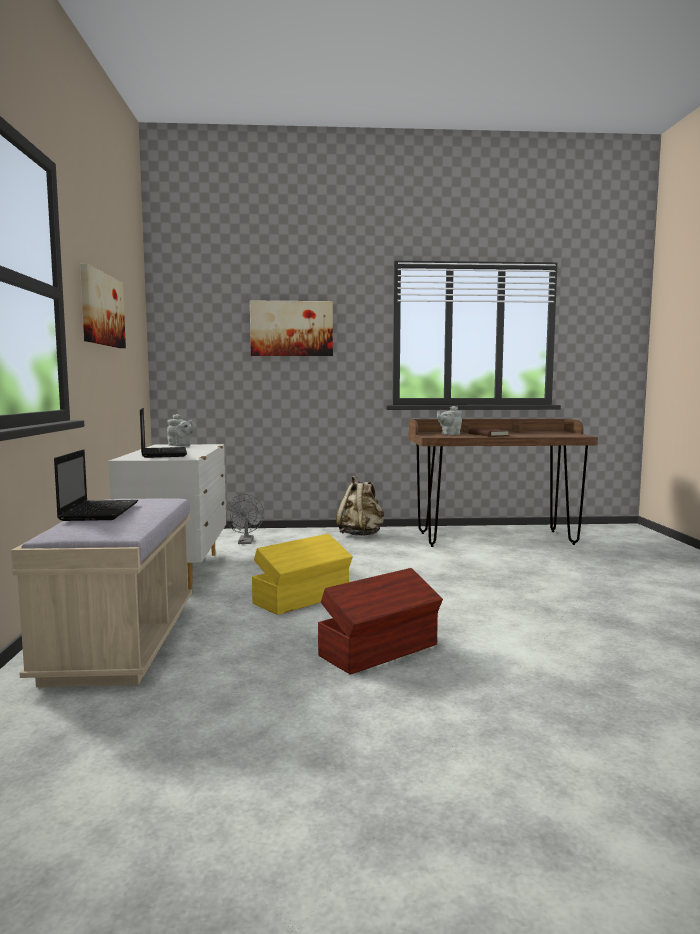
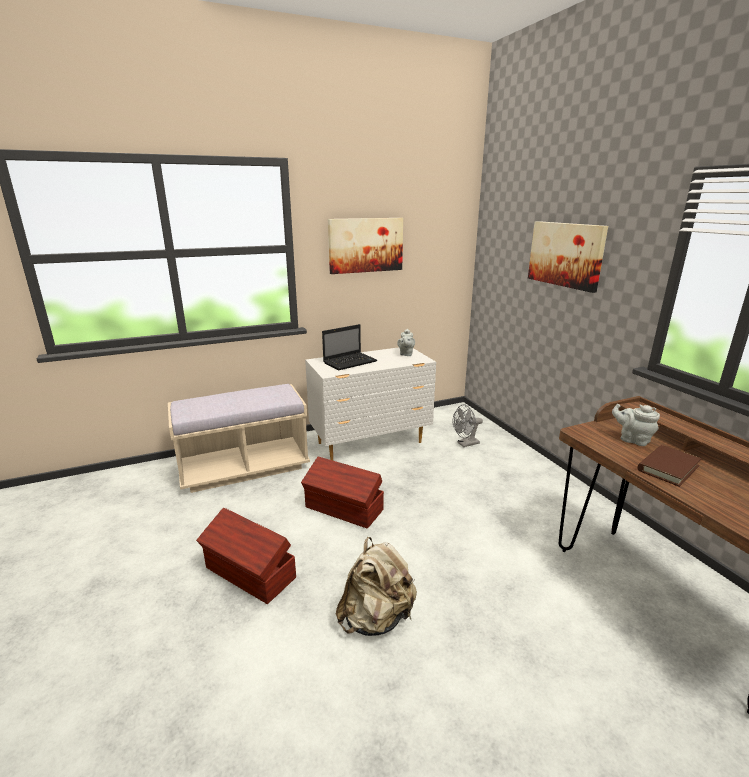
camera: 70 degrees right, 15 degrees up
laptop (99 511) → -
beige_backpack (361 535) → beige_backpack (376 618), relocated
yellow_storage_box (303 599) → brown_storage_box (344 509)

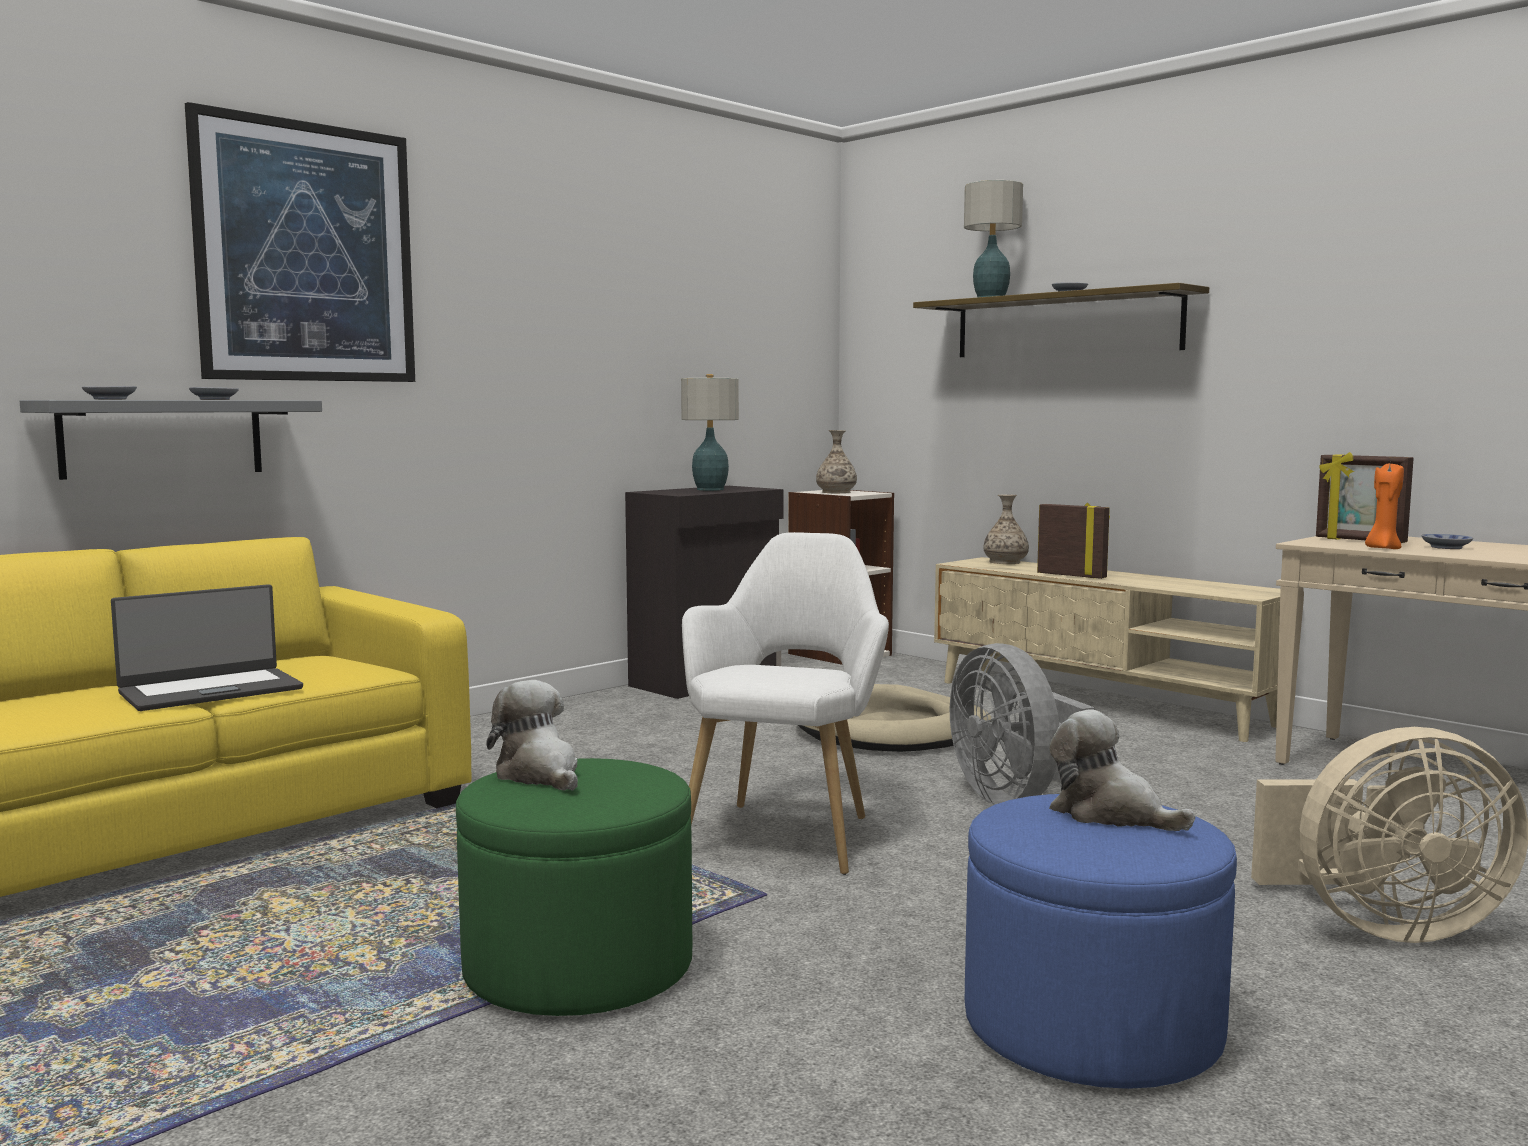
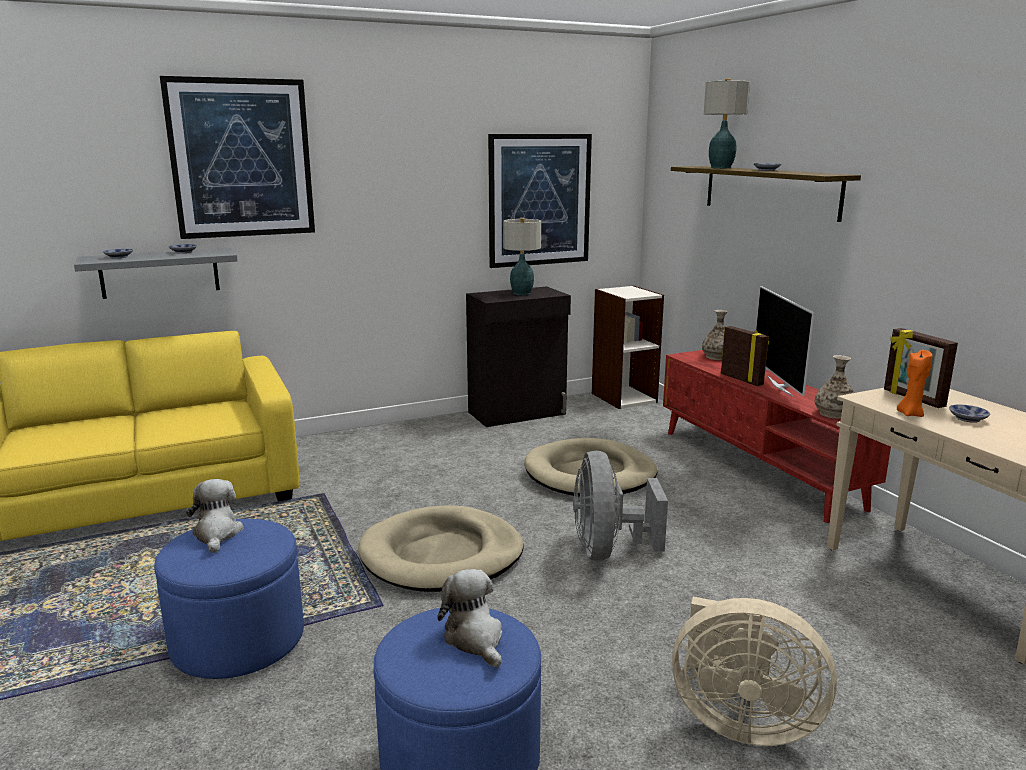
camera: 20 degrees right, 10 degrees up
laptop (210 690) → -
- → picture (539 200)
- → television (781 386)
vase (836 492) → vase (834 414), relocated
white_armchair (786 832) → beige_dog_bed (442 555)
green_ottoman (578 967) → blue_ottoman (238 640)
beige_tv_stand (1101 703) → red_tv_stand (758 468)

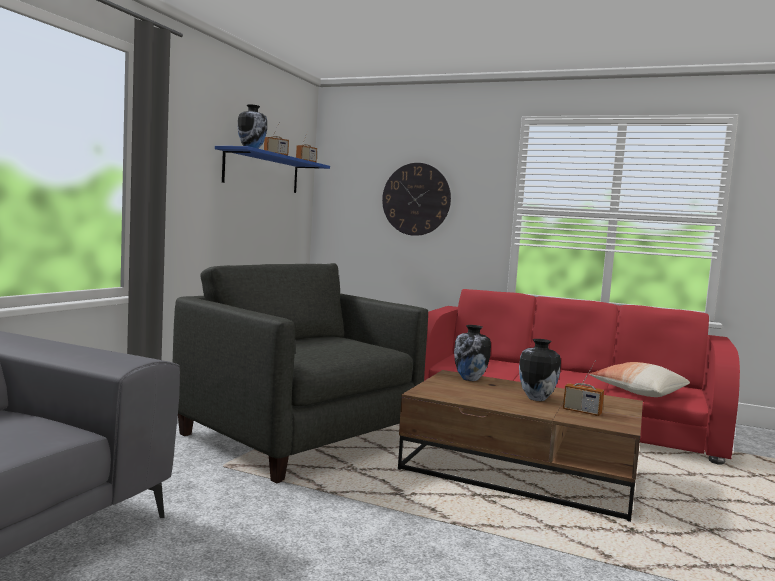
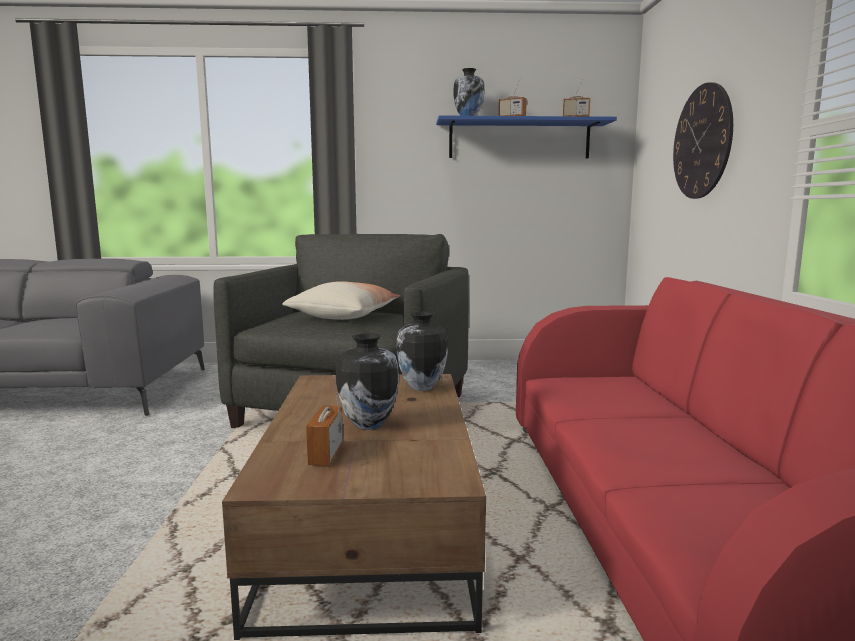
camera: 65 degrees right, 5 degrees up
pillow (638 392) → pillow (344 316), relocated

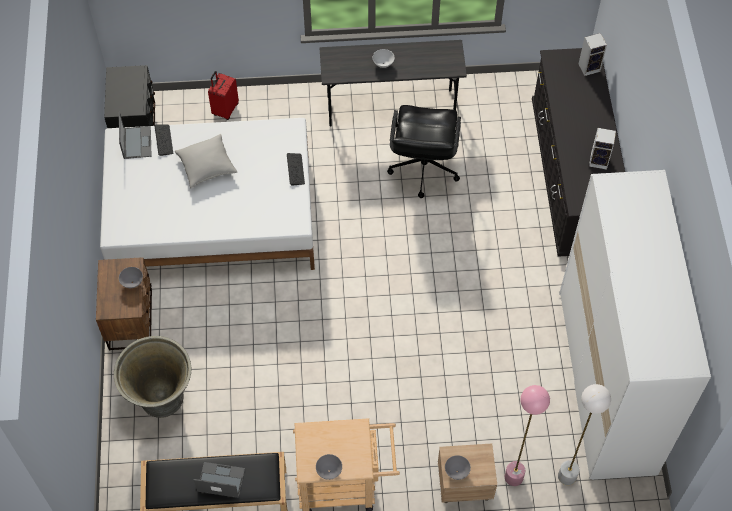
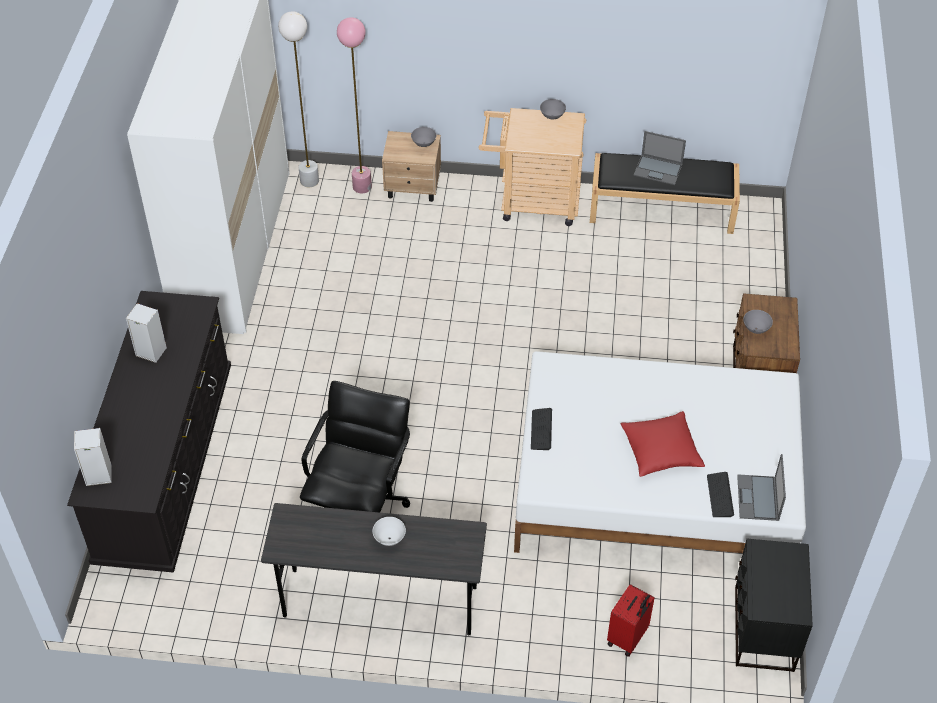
camera: 170 degrees left, 10 degrees down
grey_planter (161 399) → -
grey_pillow (206 166) → red_pillow (660 451)

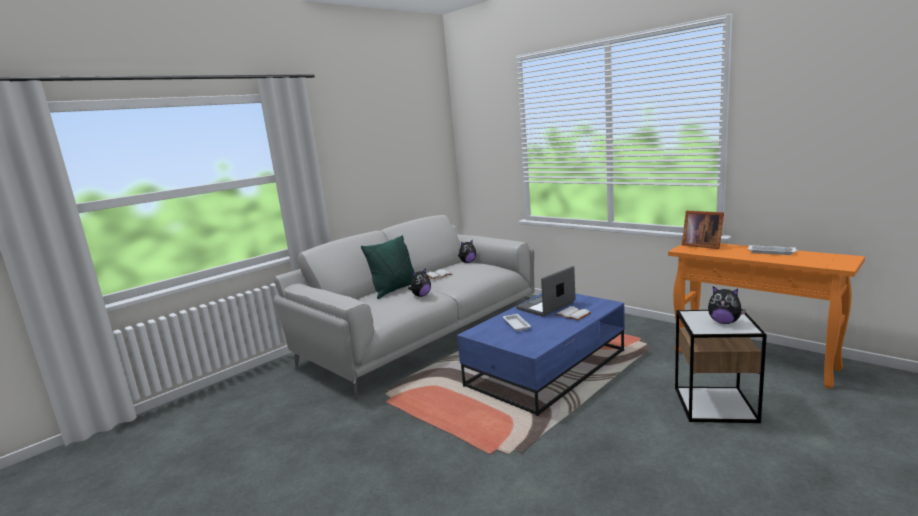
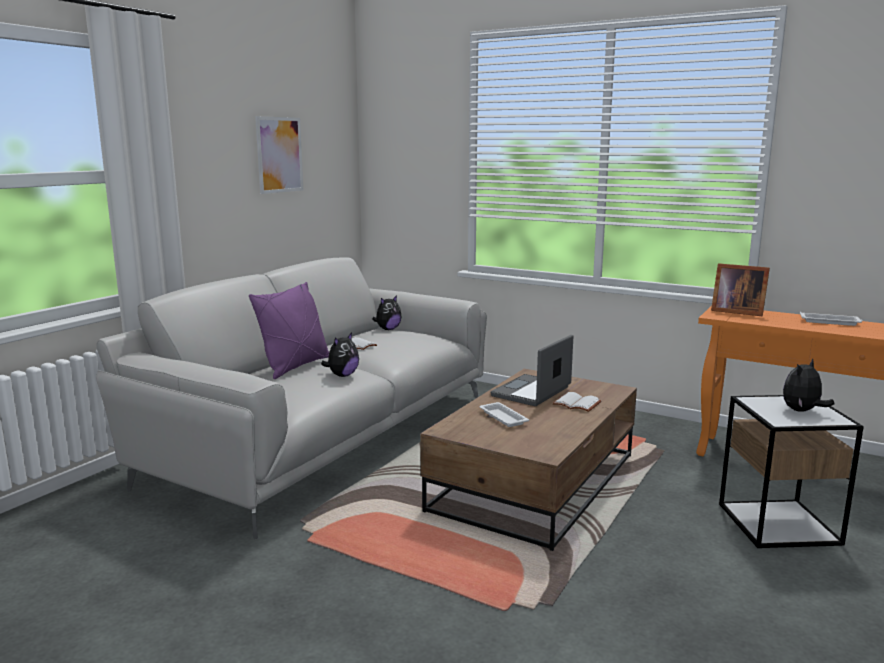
camera: 15 degrees left, 0 degrees up
- → picture (279 155)
green_pillow (395 290) → purple_pillow (295 366)
blue_coffee_table (546 368) → brown_coffee_table (535 481)
plush_toy (724 322) → plush_toy (802 411), 120 degrees clockwise

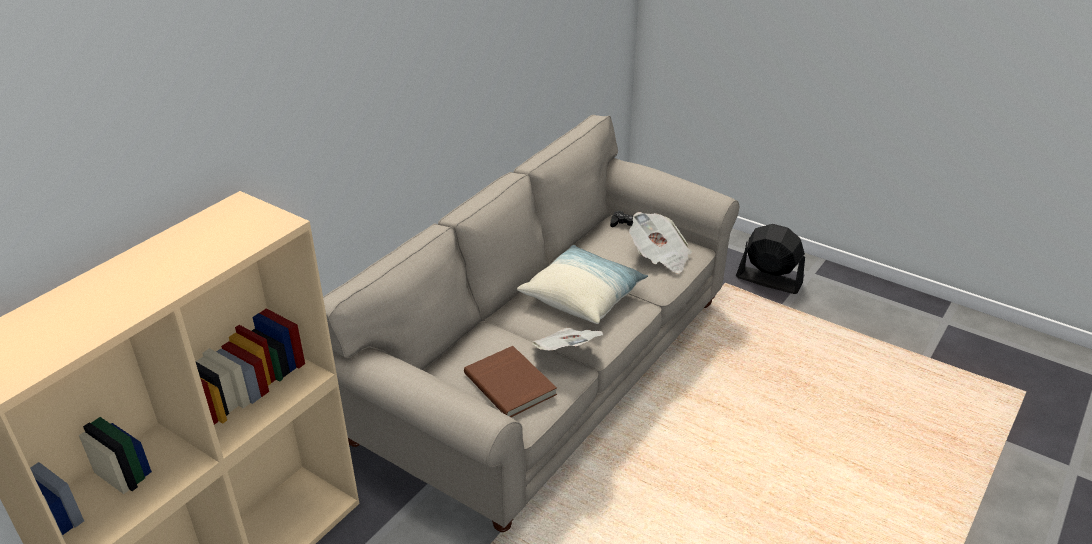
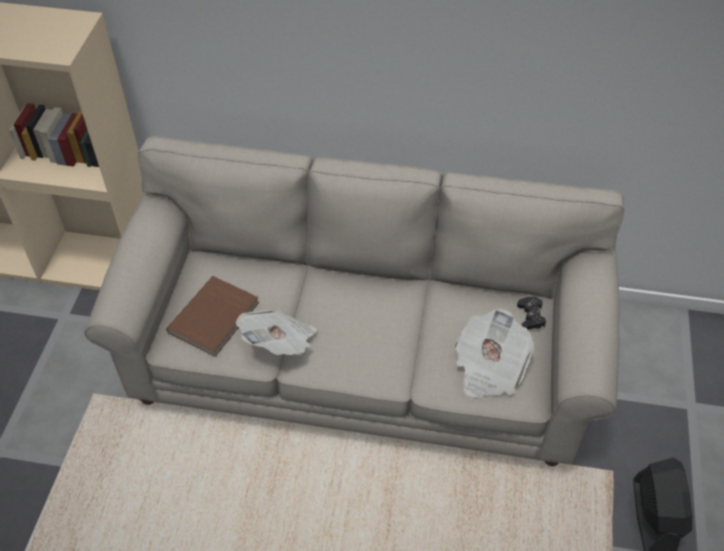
camera: 65 degrees right, 15 degrees up
pillow (582 297) → -

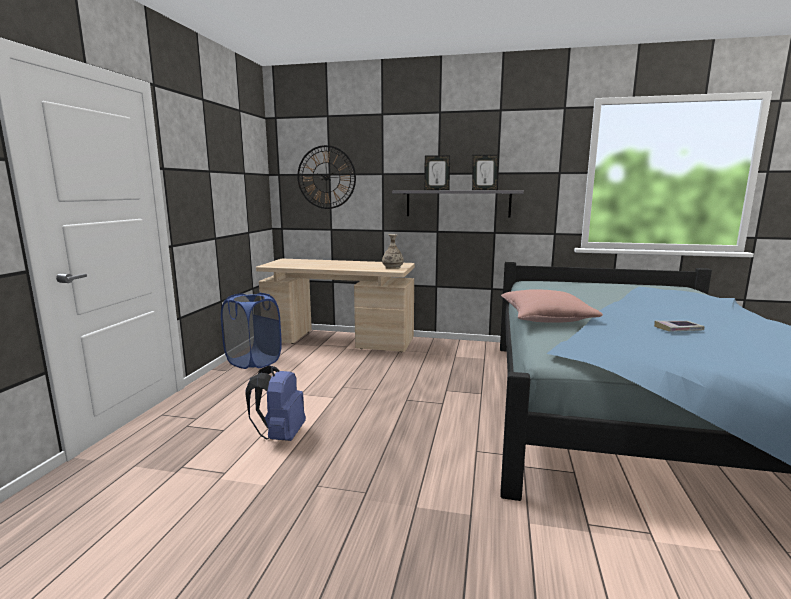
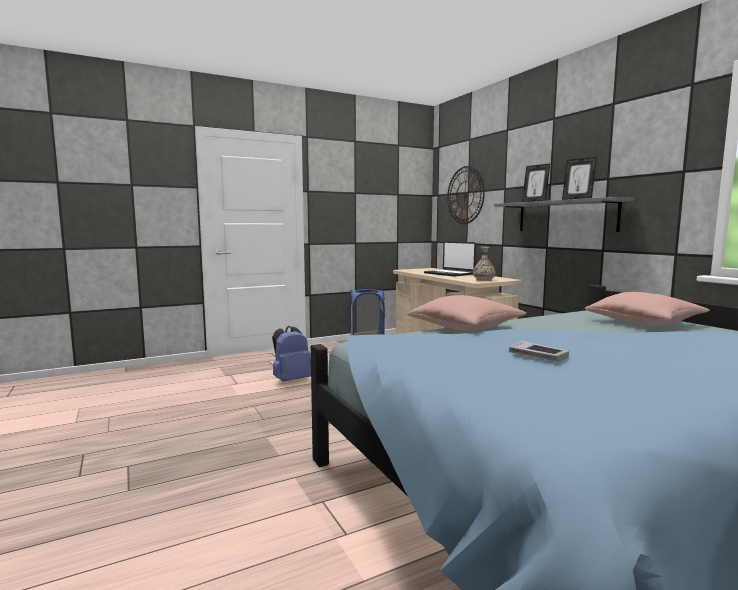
camera: 50 degrees right, 5 degrees down
- → laptop (449 274)
- → pink_pillow (644 322)

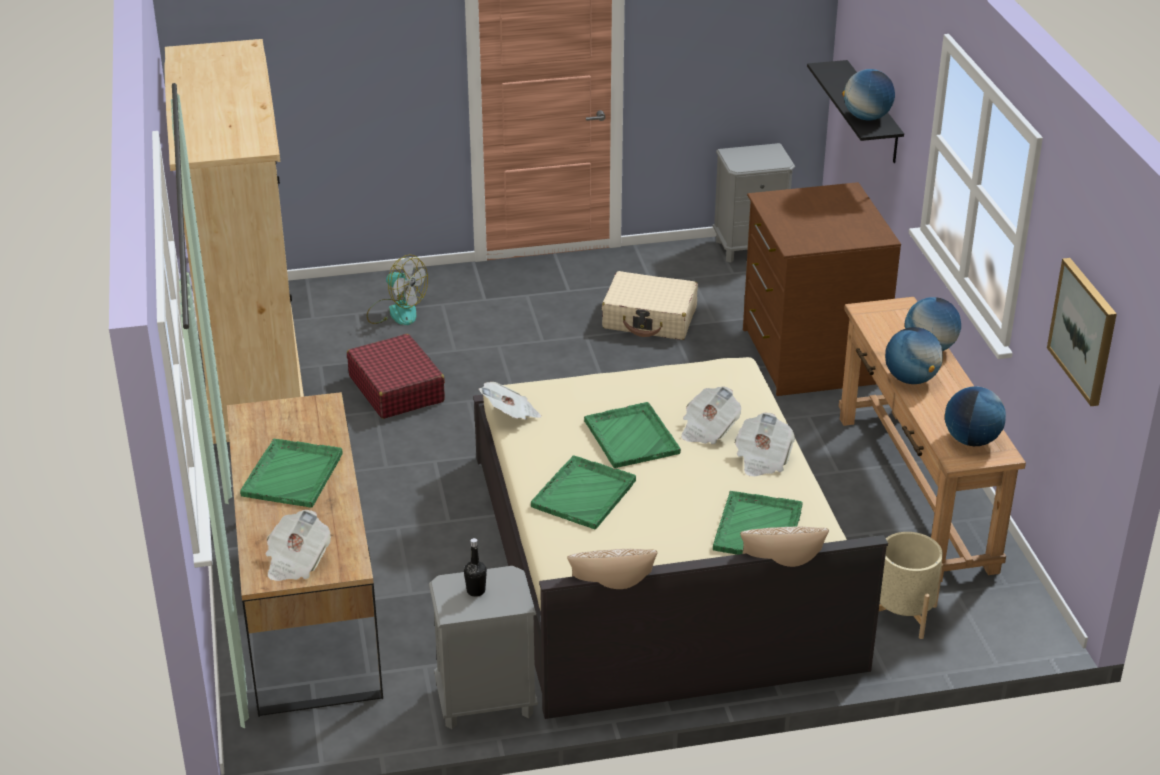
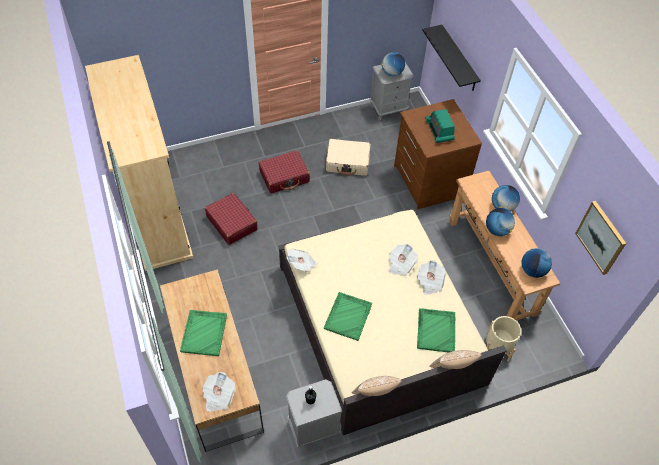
camera: 10 degrees left, 20 degrees up
fan (396 311) → -
green_tray (631 436) → -
- → red_suitcase (284 177)
- → radio (439 131)
globe (866 117) → globe (392 73), relocated

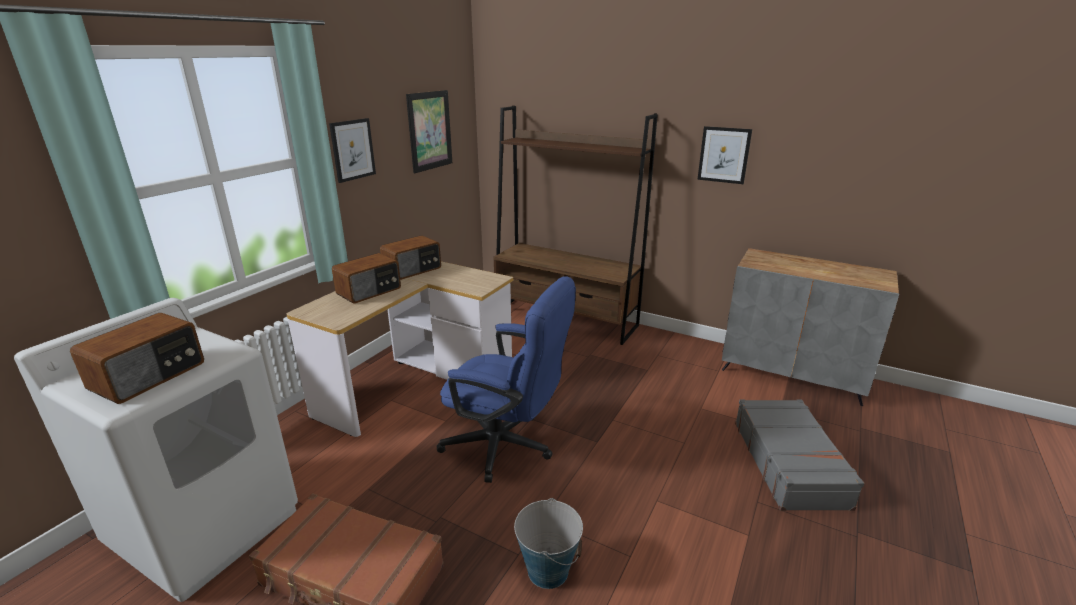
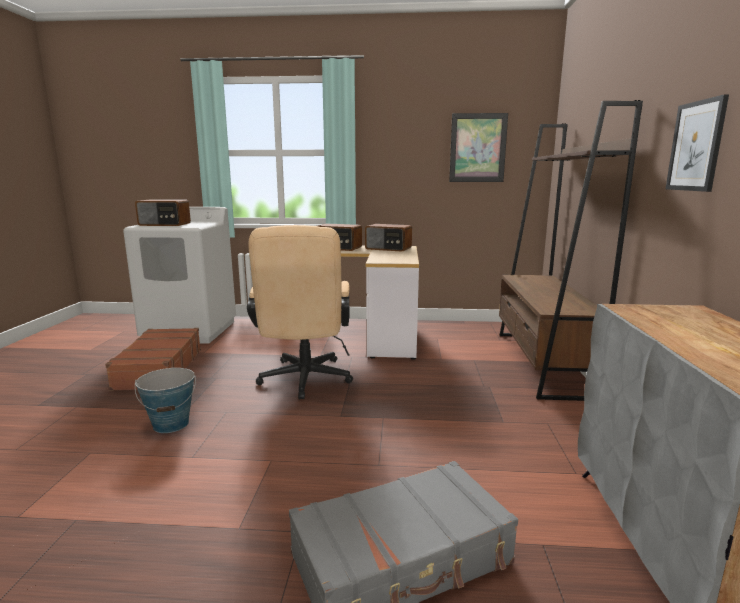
camera: 65 degrees right, 10 degrees down
picture (352 149) → -
blue_office_chair (507 447) → beige_office_chair (304 381)

